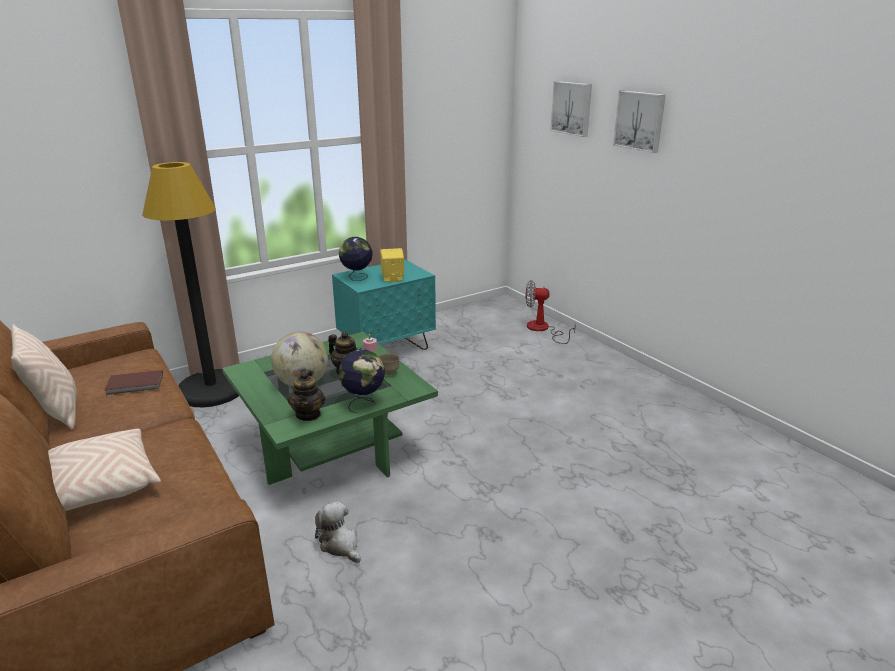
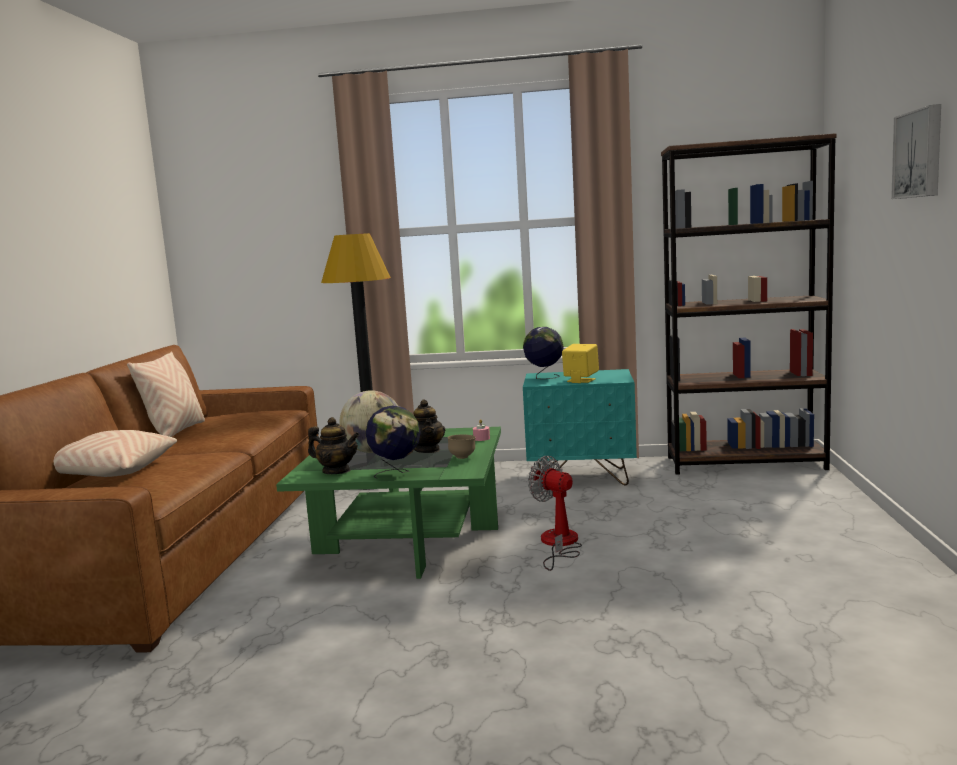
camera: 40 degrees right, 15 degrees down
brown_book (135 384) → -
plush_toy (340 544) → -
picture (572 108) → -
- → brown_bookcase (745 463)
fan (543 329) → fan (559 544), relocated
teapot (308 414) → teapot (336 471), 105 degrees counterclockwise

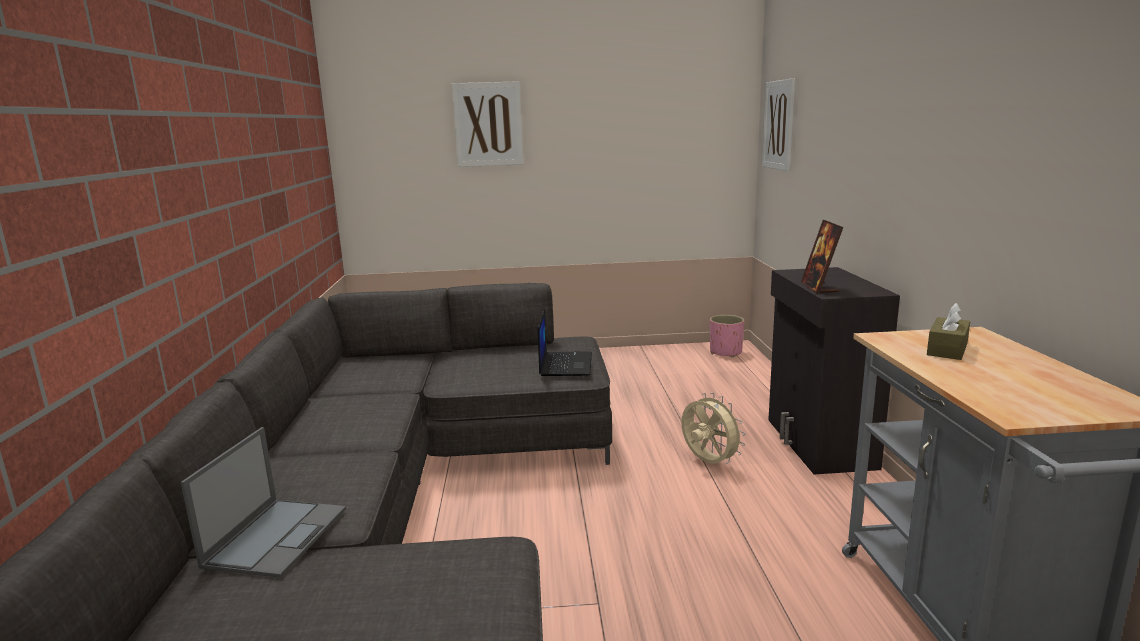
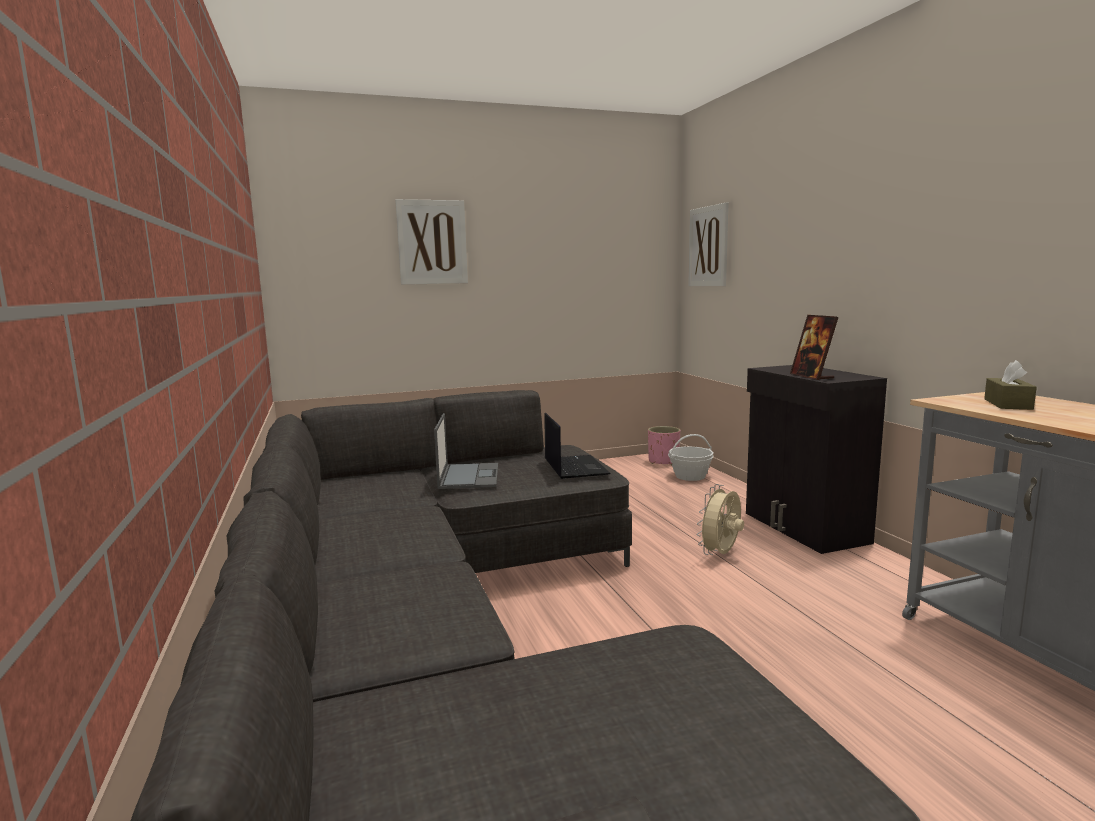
camera: 15 degrees left, 5 degrees down
- → basket (690 476)
laptop (277 536) → laptop (469 476), relocated
beige_fan (708 463) → beige_fan (721 554), 90 degrees counterclockwise

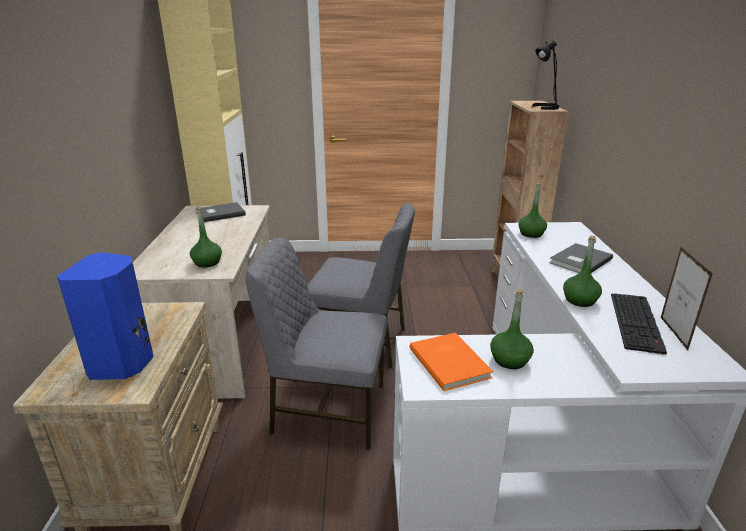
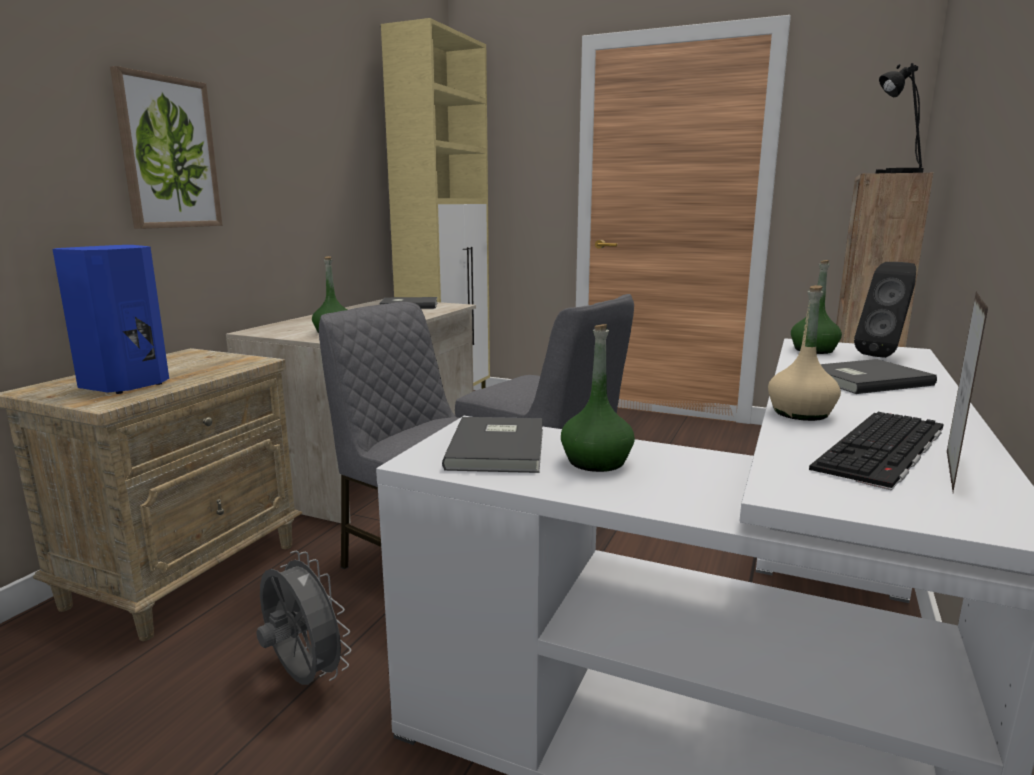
camera: 25 degrees right, 10 degrees down
- → picture (168 153)
- → grey_fan (303 677)
- → black_speaker (883 356)
orange_book (450 361) → grey_book (500 447)
green_bottle (580 300) → beige_bottle (800 413)

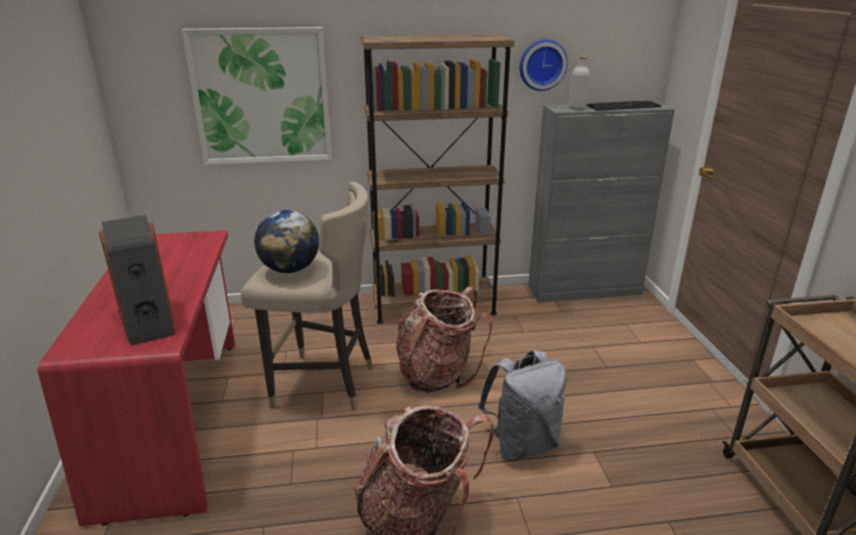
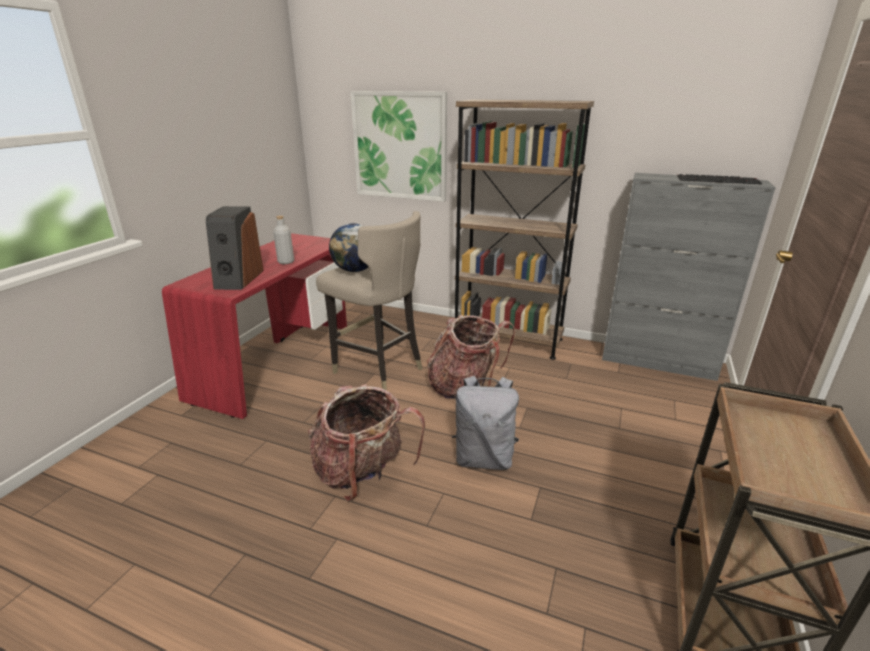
camera: 30 degrees right, 0 degrees up
wall_clock (542 64) → -
grey_bottle (577 108) → grey_bottle (286 262), relocated

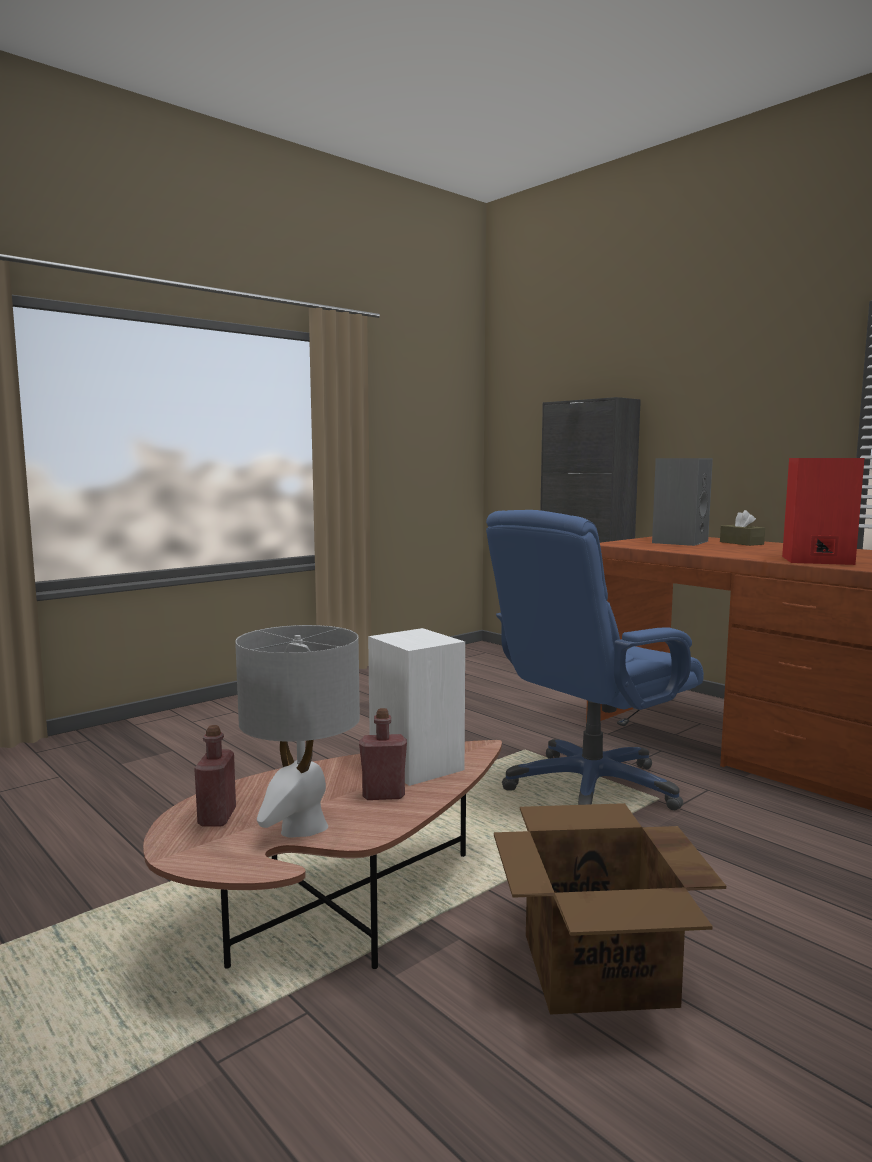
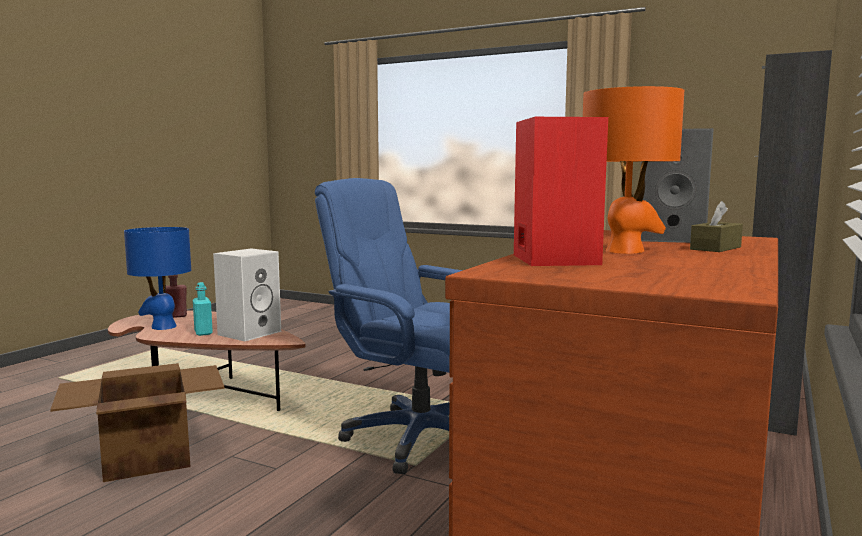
camera: 70 degrees right, 0 degrees up
- → orange_table_lamp (625 251)
grey_table_lamp (302 827) → blue_table_lamp (163 327)
red_bottle (383 795) → turquoise_bottle (203 332)

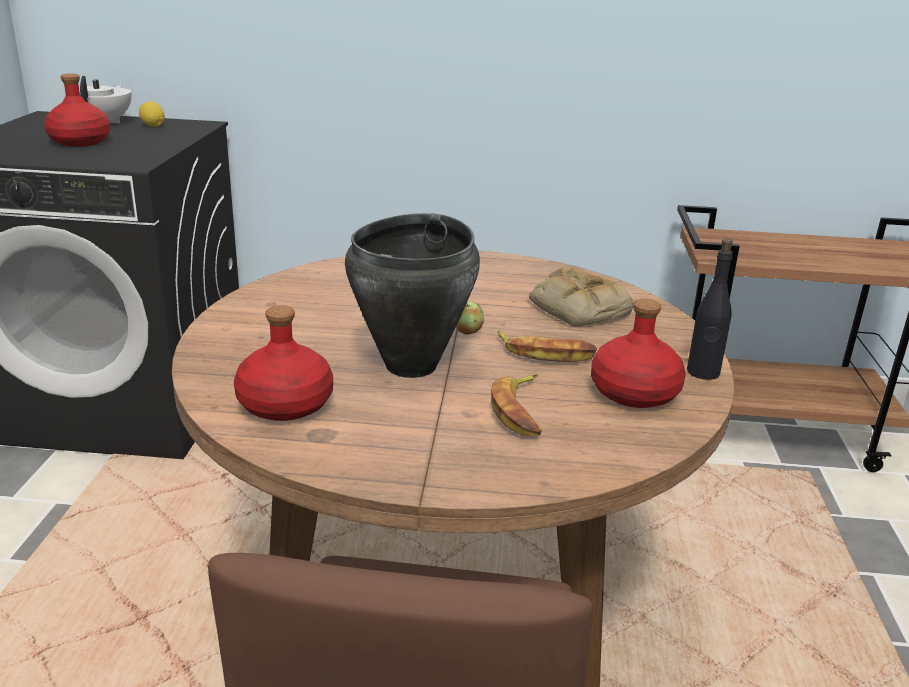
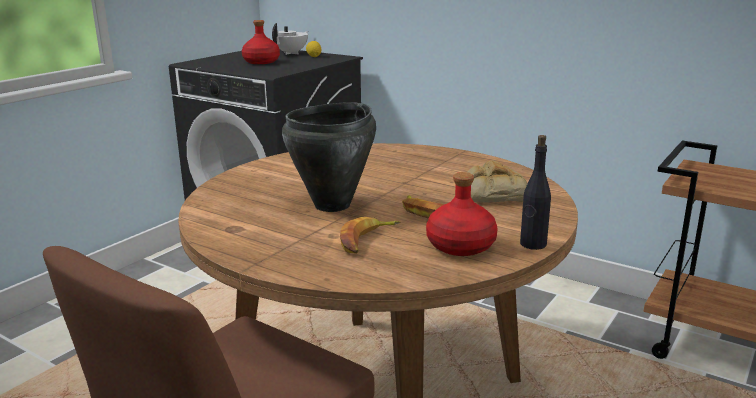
camera: 30 degrees right, 5 degrees down
red_bottle (286 404) → -
apple (467 331) → -

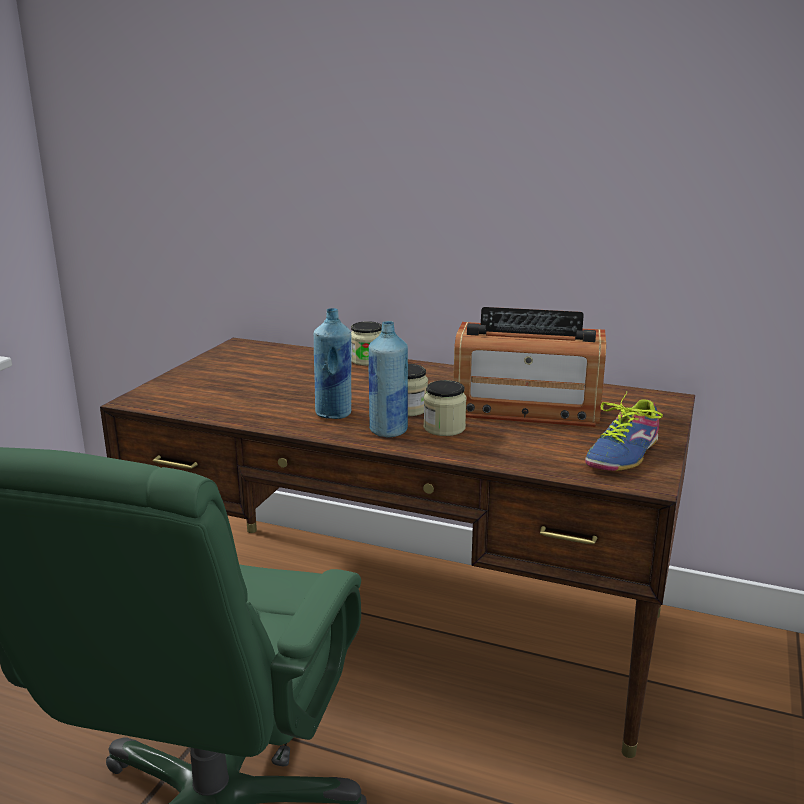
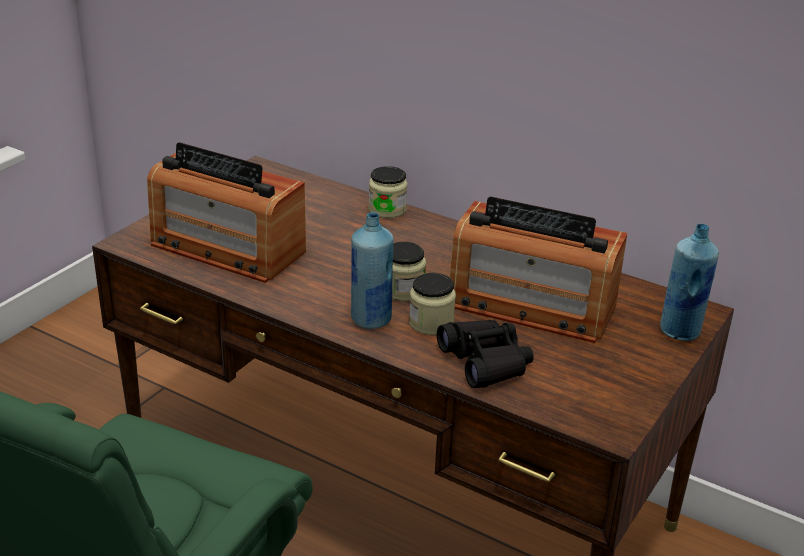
camera: 10 degrees right, 10 degrees up
shoe (623 454) → -
- → radio (227 248)
- → black_binoculars (485 362)
blue_bottle (334 414) → blue_bottle (680 331), relocated

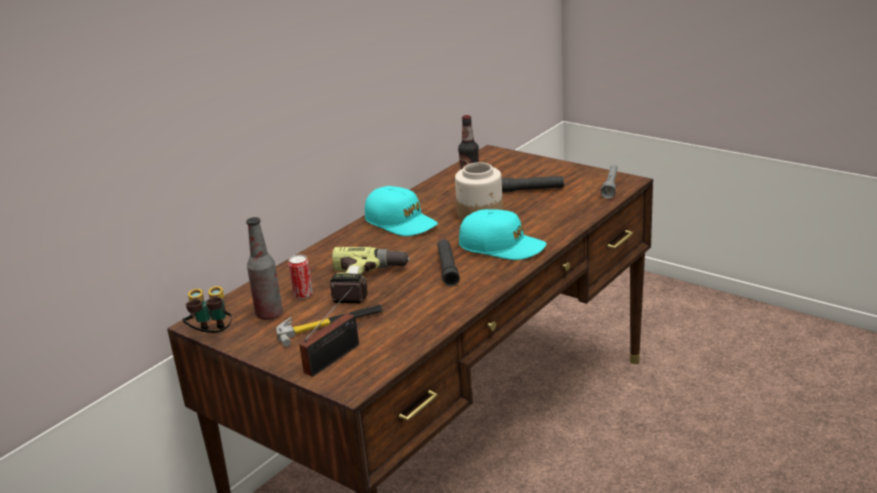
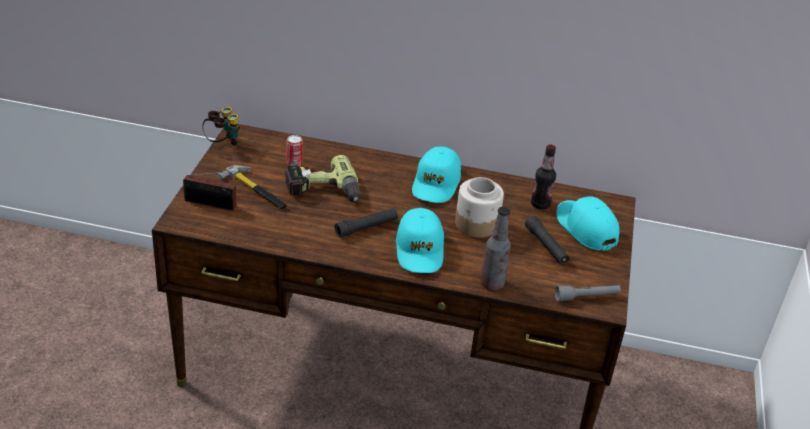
camera: 60 degrees right, 10 degrees up
- → turquoise_cap (586 228)
bottle (269 314) → bottle (492 284), relocated

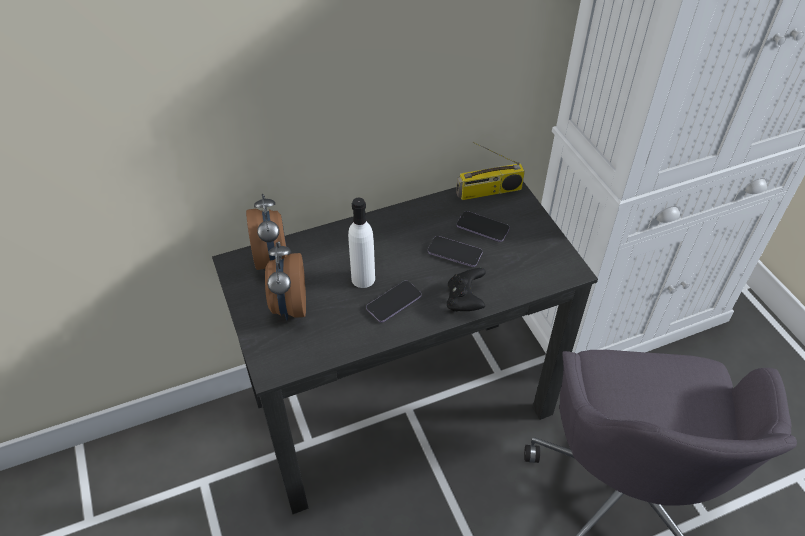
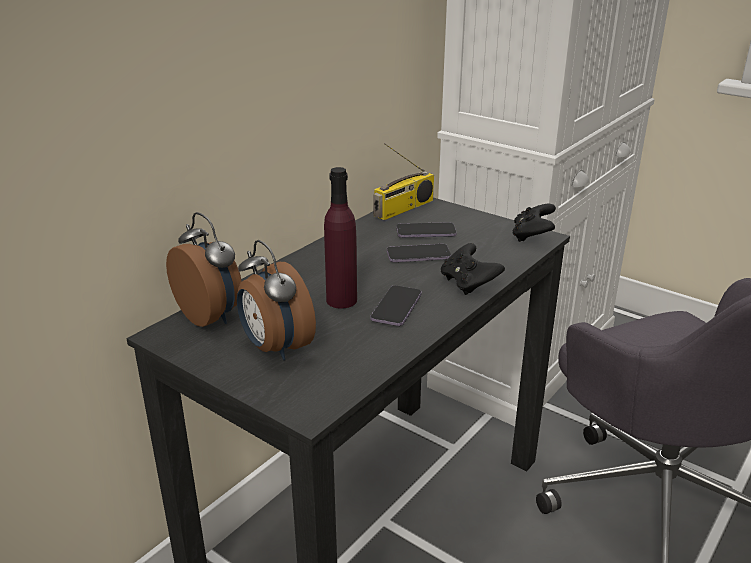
camera: 30 degrees left, 20 degrees down
- → black_game_controller (532 236)
white_bottle (363 278) → purple_bottle (341 300)

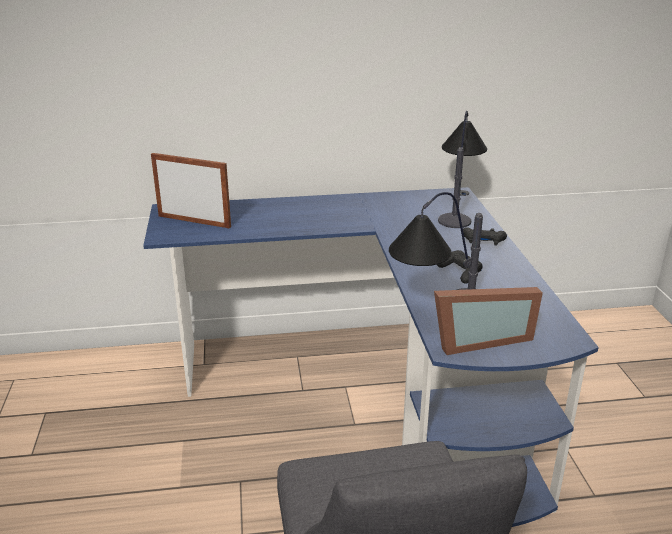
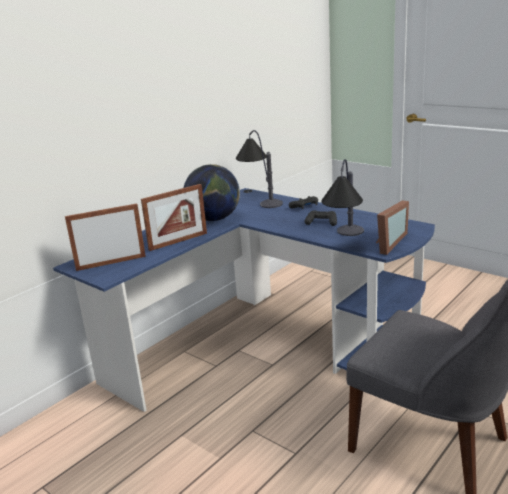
camera: 40 degrees left, 5 degrees down
- → picture_frame (178 241)
- → globe (214 219)

